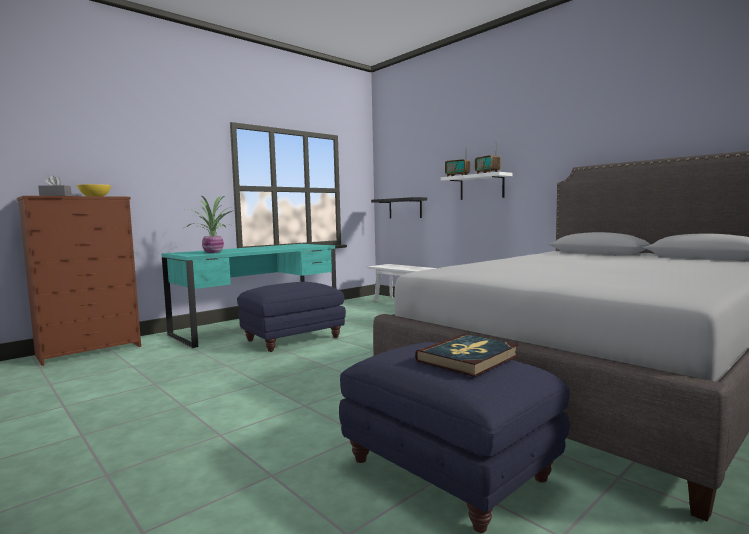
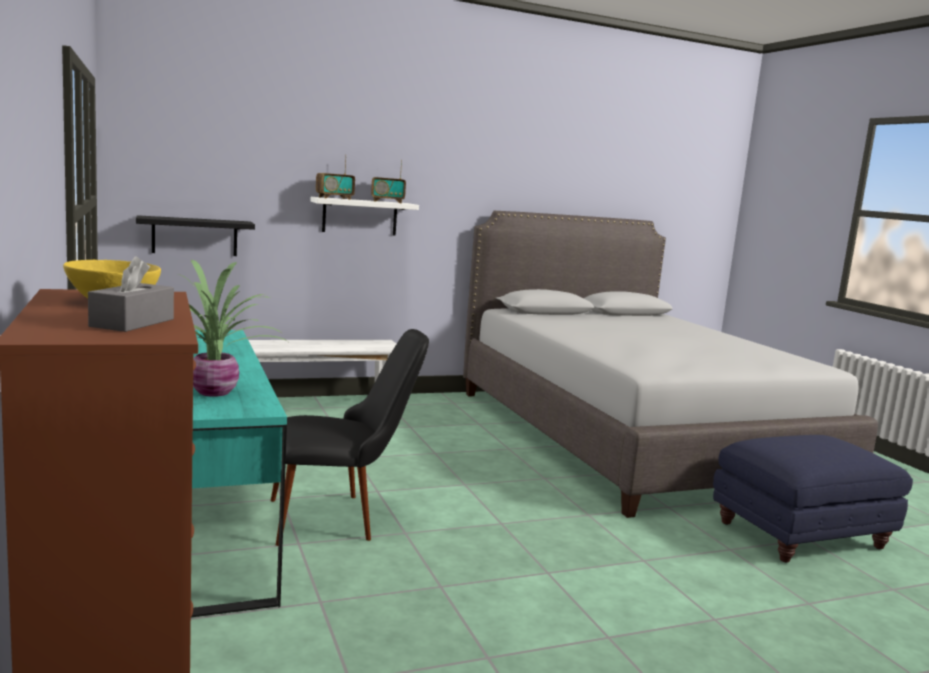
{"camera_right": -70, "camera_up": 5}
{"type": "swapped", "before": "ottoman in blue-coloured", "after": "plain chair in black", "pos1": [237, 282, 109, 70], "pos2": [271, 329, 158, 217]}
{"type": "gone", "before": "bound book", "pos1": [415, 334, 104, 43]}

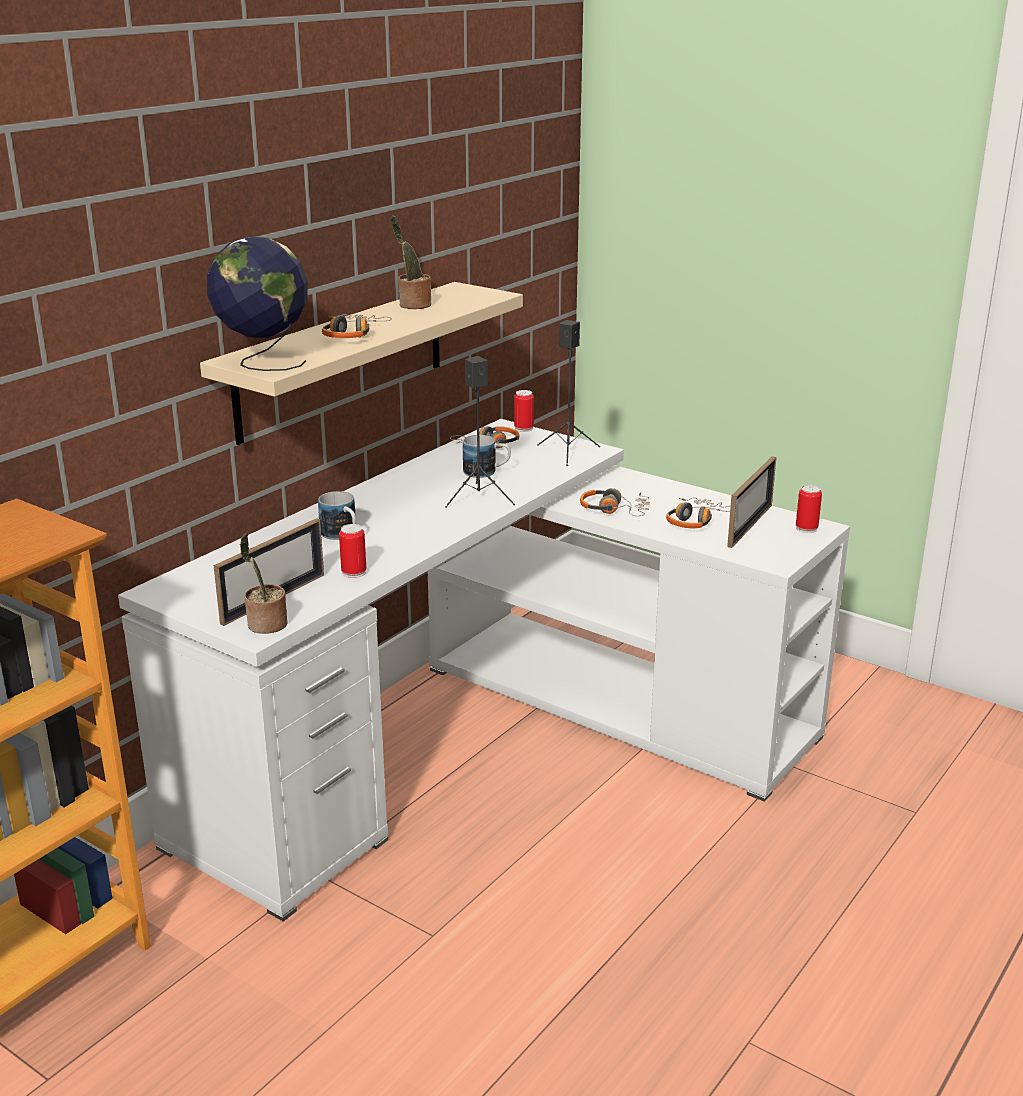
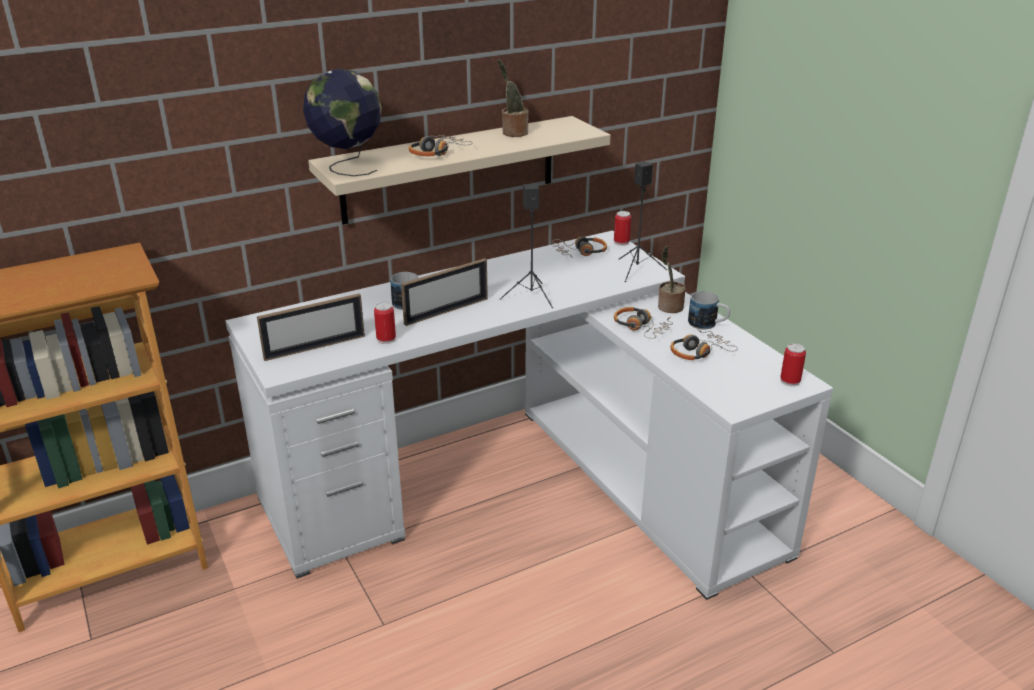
{"camera_right": 25, "camera_up": 5}
{"type": "shifted", "before": "coffee mug", "pos1": [463, 435, 48, 43], "pos2": [688, 291, 42, 38]}
{"type": "shifted", "before": "standing frame", "pos1": [727, 456, 49, 92], "pos2": [401, 258, 87, 68]}
{"type": "shifted", "before": "potted plant", "pos1": [240, 533, 47, 101], "pos2": [658, 246, 28, 67]}

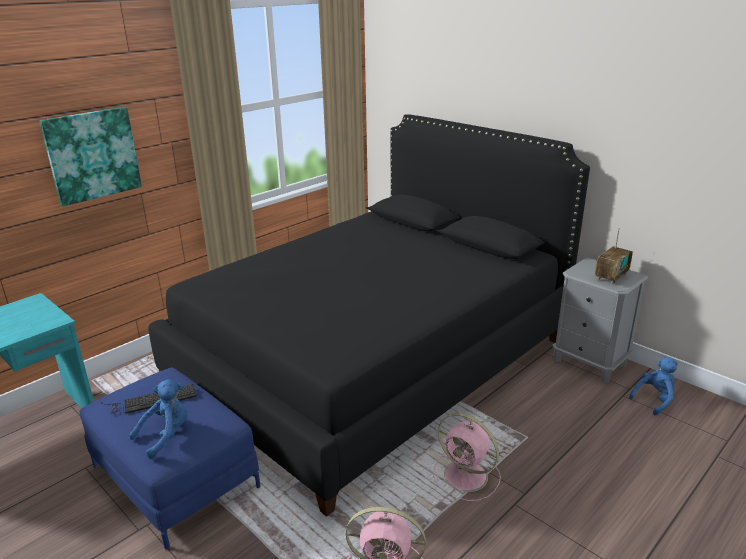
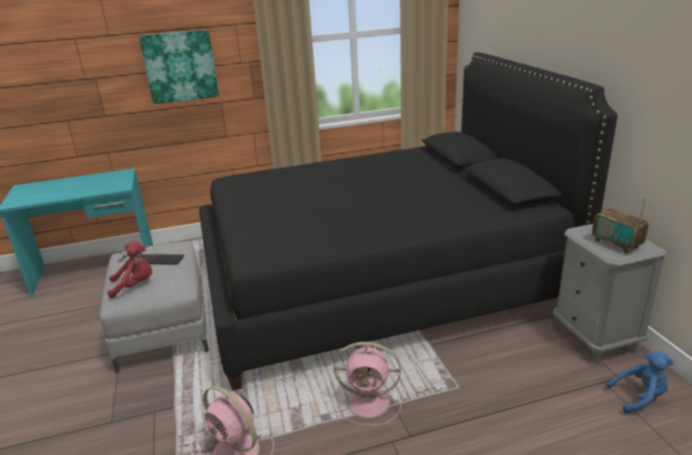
{"camera_right": 30, "camera_up": 0}
{"type": "rotated", "before": "radio receiver", "pos1": [595, 228, 38, 57], "pos2": [592, 197, 57, 57], "turn": 75}
{"type": "repainted", "before": "ottoman in blue-coloured", "after": "ottoman in grey", "pos1": [80, 368, 180, 182], "pos2": [100, 241, 109, 132]}
{"type": "repainted", "before": "cuddly toy in blue-coloured", "after": "cuddly toy in red-coloured", "pos1": [129, 379, 59, 80], "pos2": [107, 241, 45, 58]}
{"type": "rotated", "before": "cooling fan in pink", "pos1": [433, 413, 68, 88], "pos2": [334, 342, 68, 84], "turn": -60}

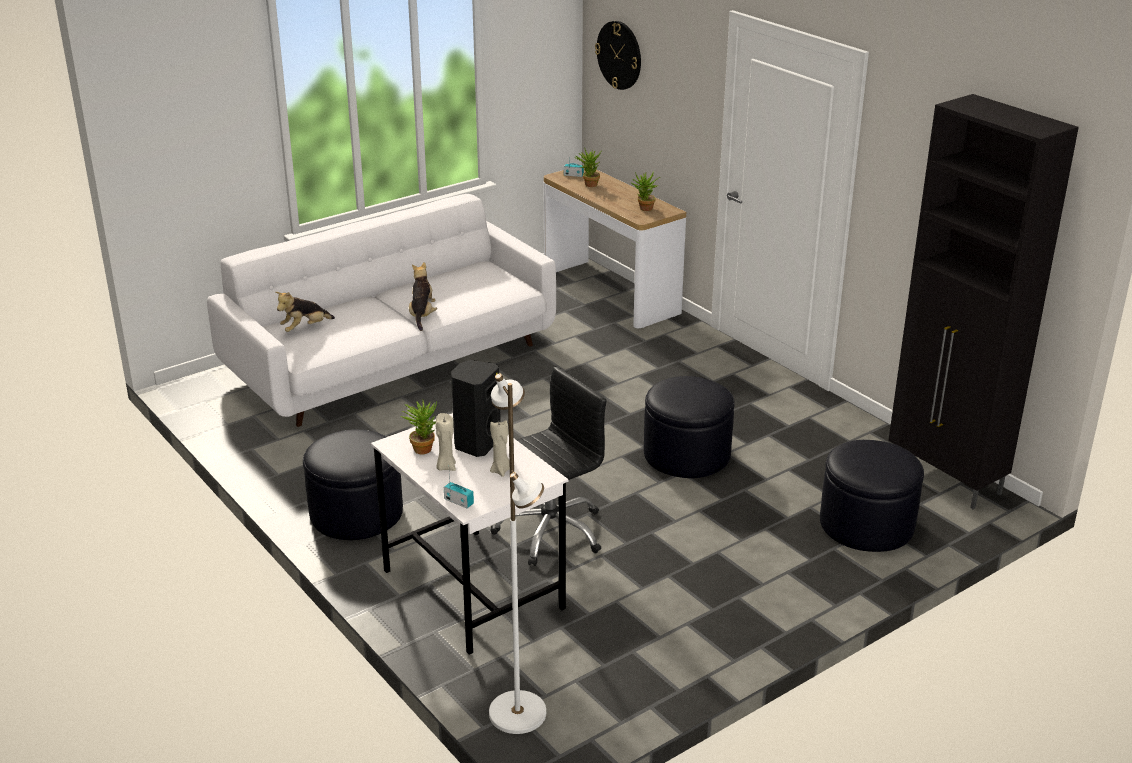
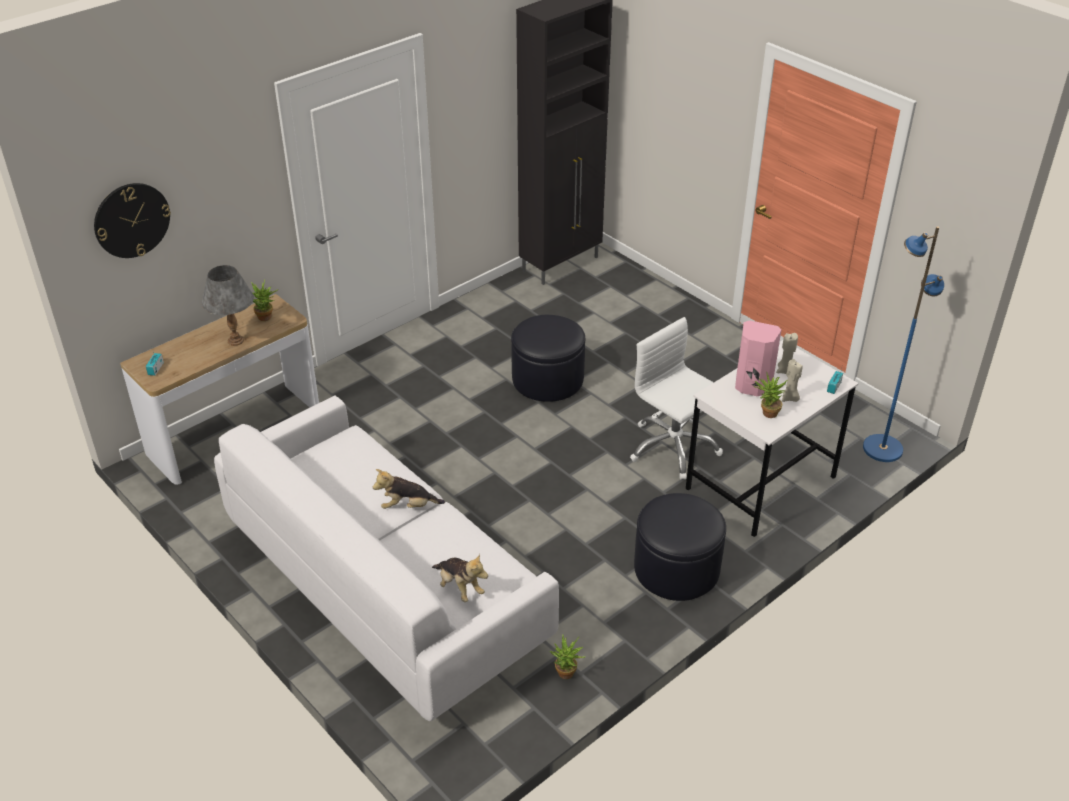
{"camera_right": -95, "camera_up": 10}
{"type": "shifted", "before": "potted plant", "pos1": [574, 147, 27, 40], "pos2": [550, 634, 35, 45]}
{"type": "repainted", "before": "speaker in black", "after": "speaker in pink", "pos1": [451, 360, 50, 97], "pos2": [735, 320, 46, 76]}
{"type": "repainted", "before": "computer chair in black", "after": "computer chair in white", "pos1": [491, 366, 116, 200], "pos2": [630, 317, 93, 163]}
{"type": "repainted", "before": "standard lamp in white", "after": "standard lamp in blue-coloured", "pos1": [489, 374, 57, 360], "pos2": [863, 227, 81, 235]}
{"type": "gone", "before": "ottoman in black", "pos1": [820, 440, 104, 112]}
{"type": "new", "after": "table lamp in grey", "pos2": [202, 265, 52, 81]}

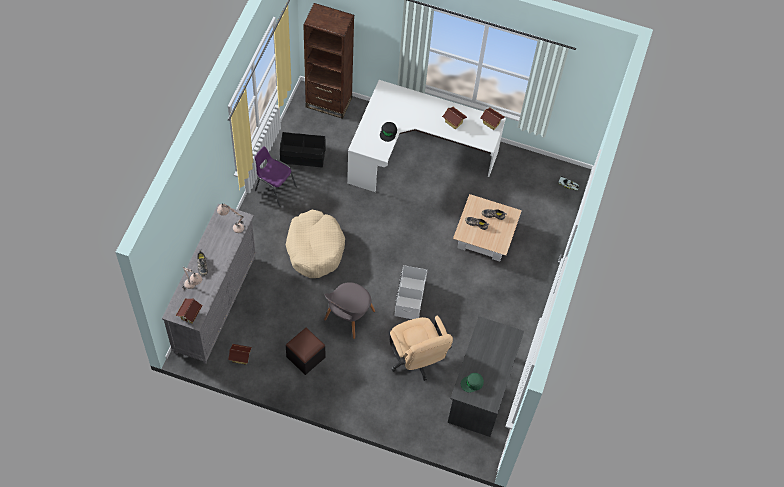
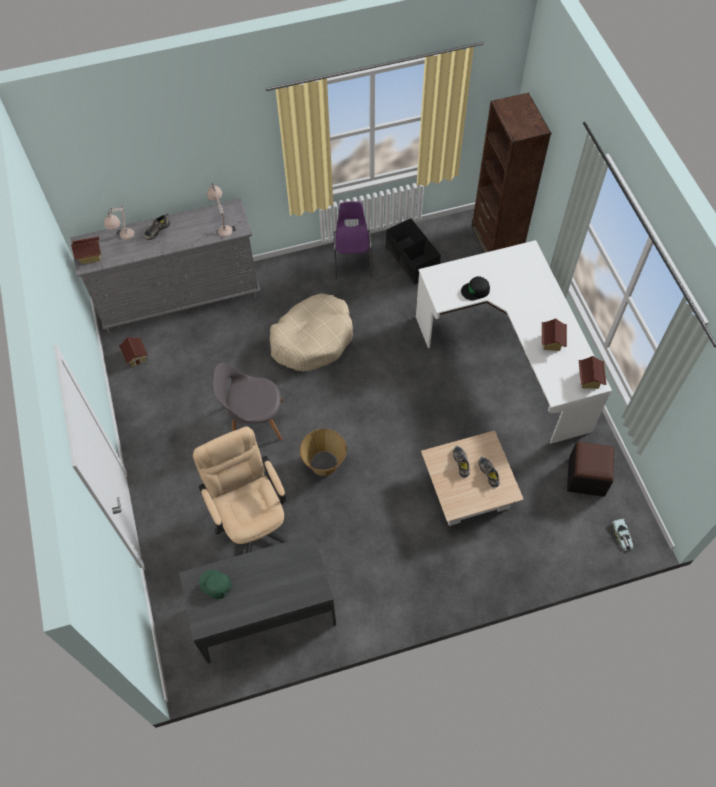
{"camera_right": 60, "camera_up": 0}
{"type": "swapped", "before": "storage container in white", "after": "basket", "pos1": [394, 265, 33, 54], "pos2": [300, 429, 47, 47]}
{"type": "rotated", "before": "computer chair in beige", "pos1": [389, 316, 64, 65], "pos2": [193, 426, 95, 128], "turn": 120}
{"type": "shifted", "before": "ottoman in black", "pos1": [286, 327, 39, 48], "pos2": [567, 442, 47, 55]}

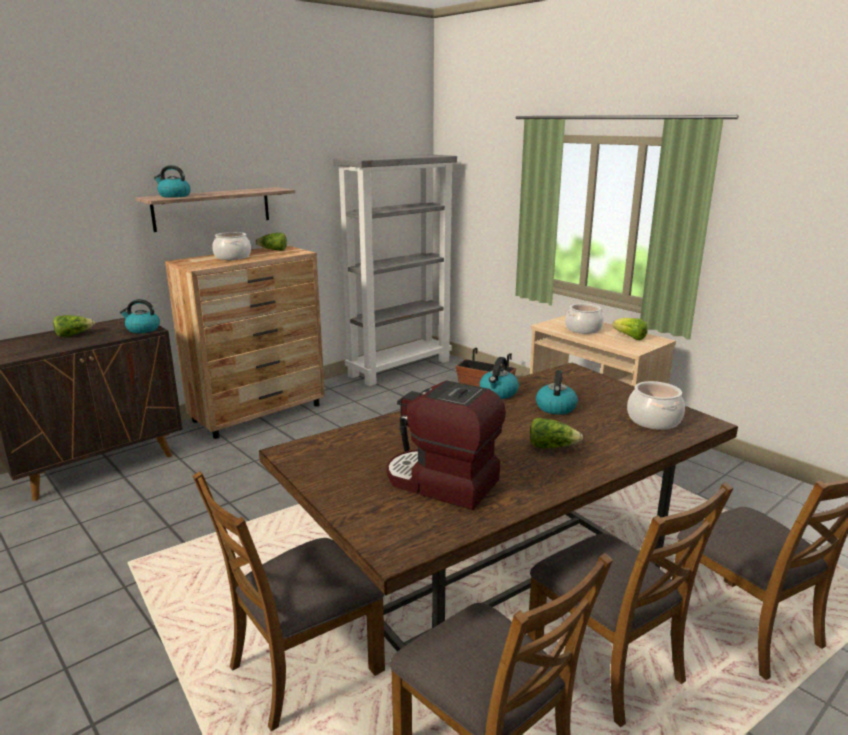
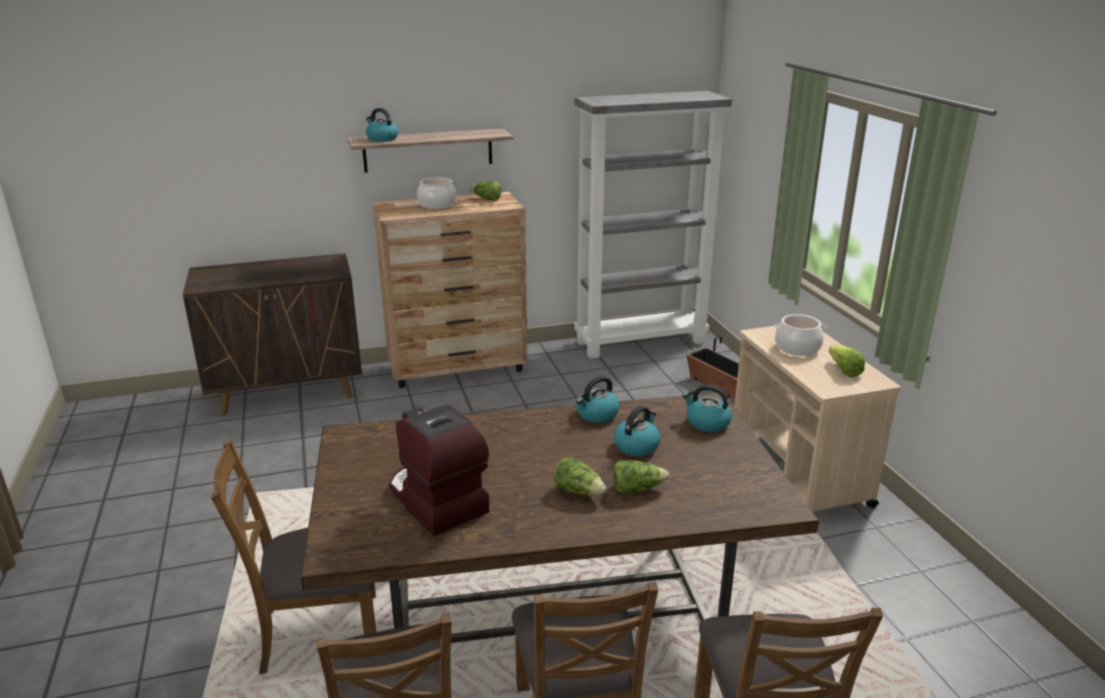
{"camera_right": 25, "camera_up": 5}
{"type": "shifted", "before": "water kettle", "pos1": [120, 299, 40, 34], "pos2": [683, 385, 49, 47]}
{"type": "shifted", "before": "head of lettuce", "pos1": [53, 315, 42, 22], "pos2": [613, 460, 56, 34]}
{"type": "gone", "before": "stockpot", "pos1": [627, 381, 58, 49]}

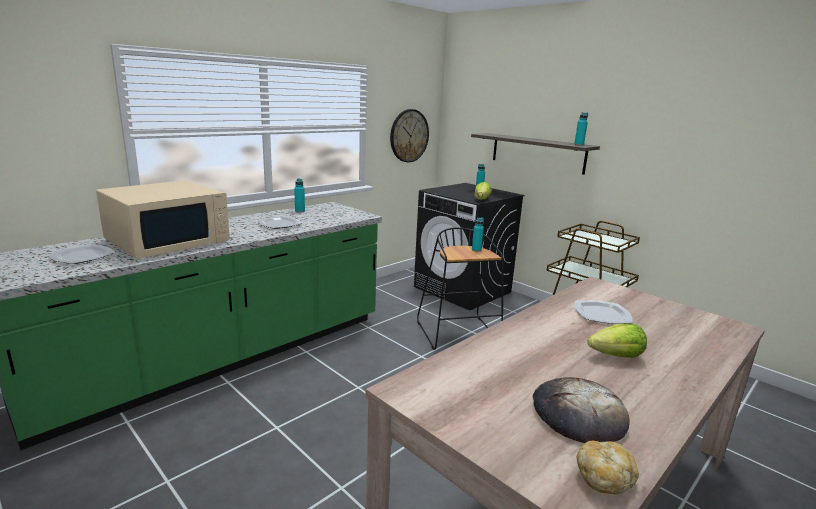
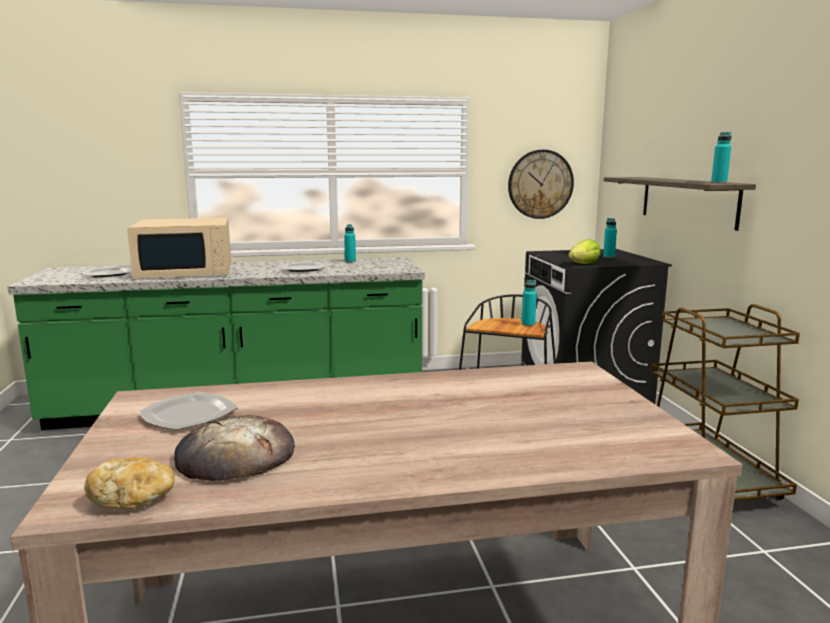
{"camera_right": 35, "camera_up": -5}
{"type": "shifted", "before": "flat dish", "pos1": [575, 300, 58, 24], "pos2": [138, 392, 100, 38]}
{"type": "gone", "before": "head of lettuce", "pos1": [587, 324, 60, 34]}

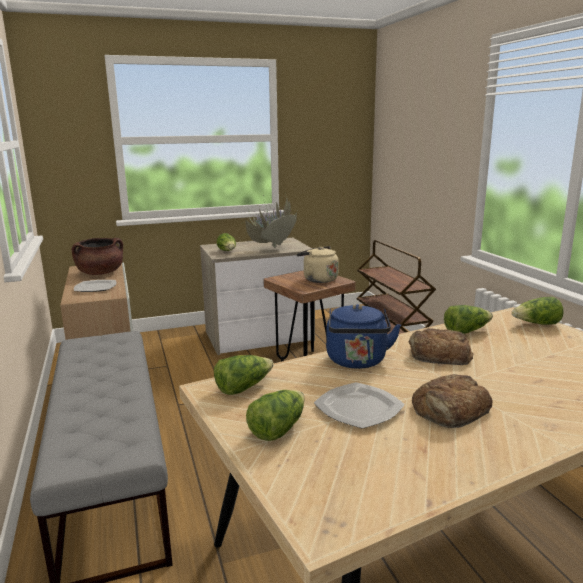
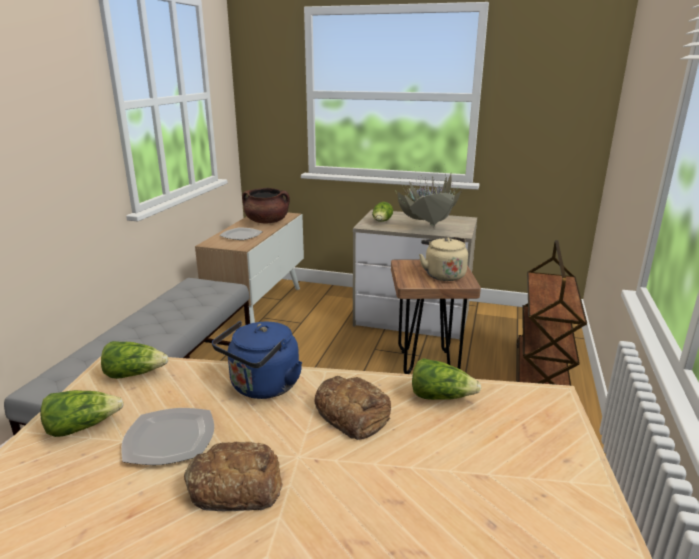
{"camera_right": 35, "camera_up": 5}
{"type": "gone", "before": "head of lettuce", "pos1": [512, 297, 52, 28]}

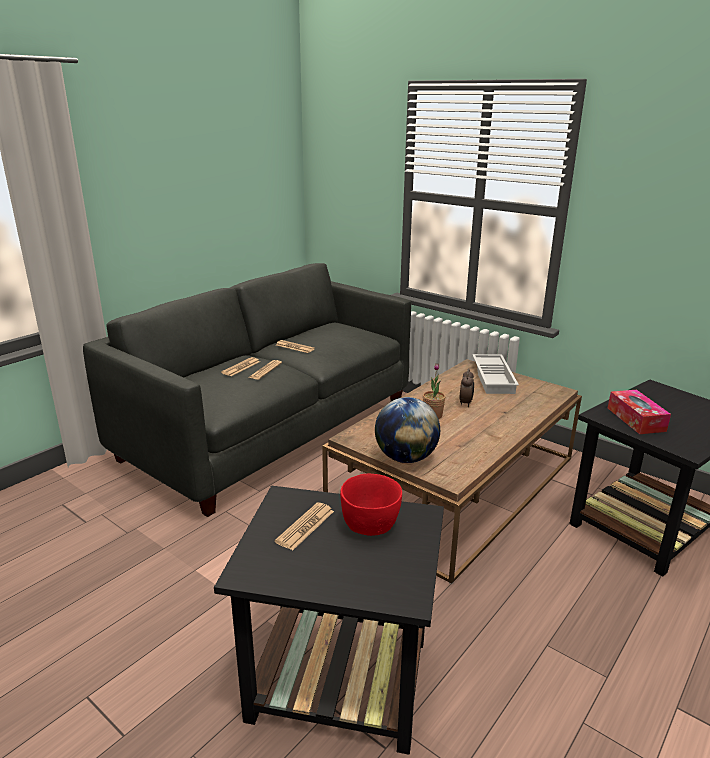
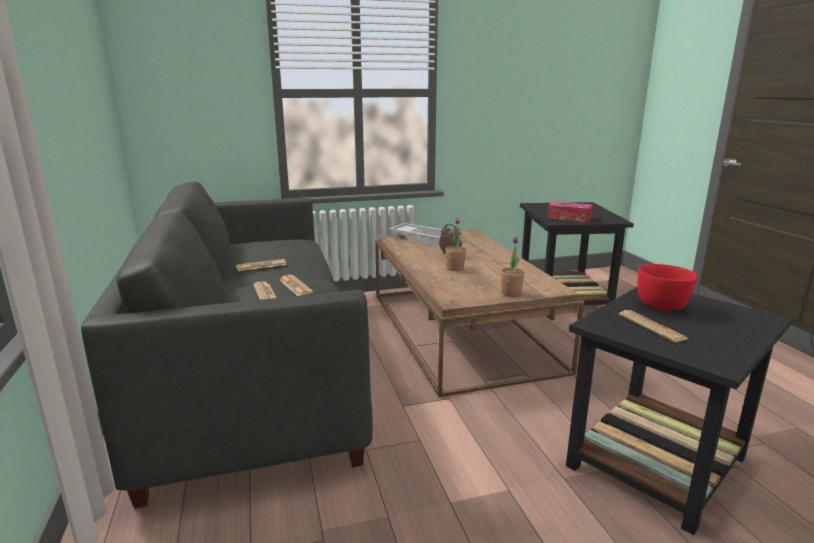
{"camera_right": -55, "camera_up": -5}
{"type": "swapped", "before": "desk globe", "after": "potted plant", "pos1": [375, 397, 65, 66], "pos2": [501, 237, 24, 60]}

